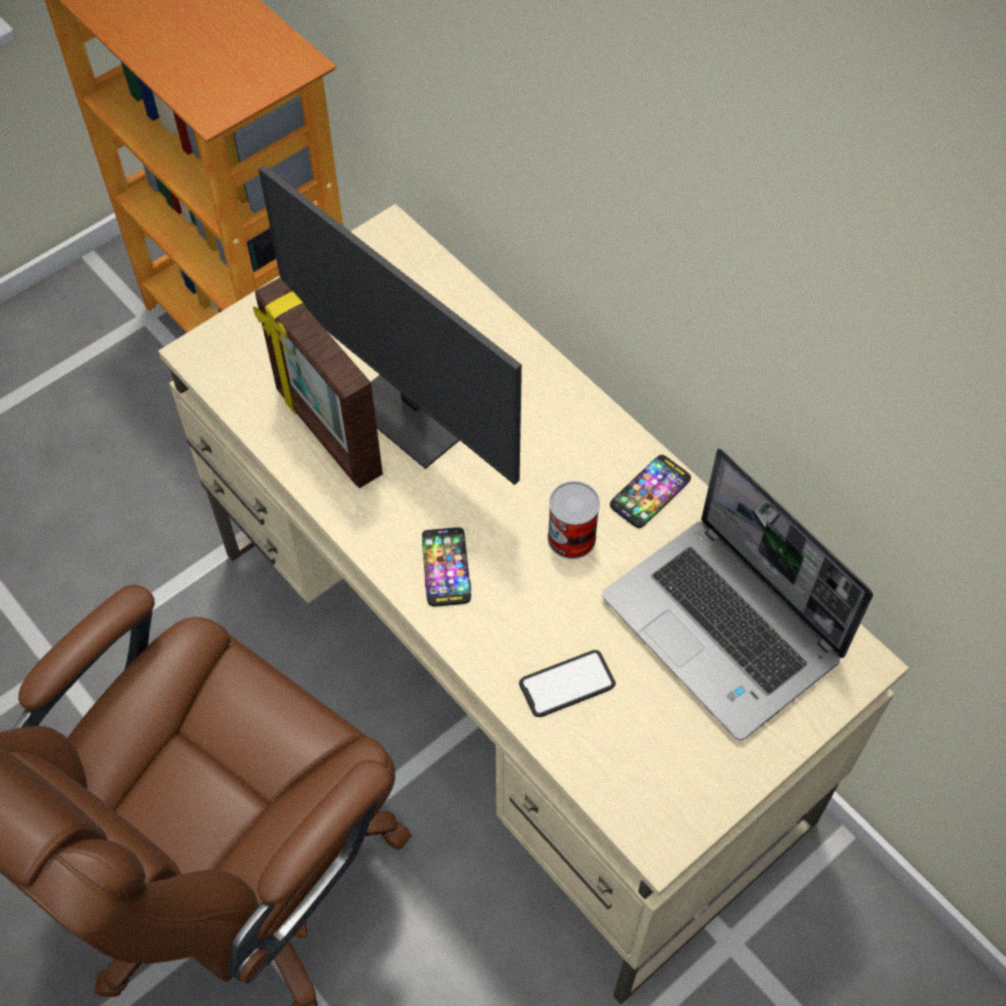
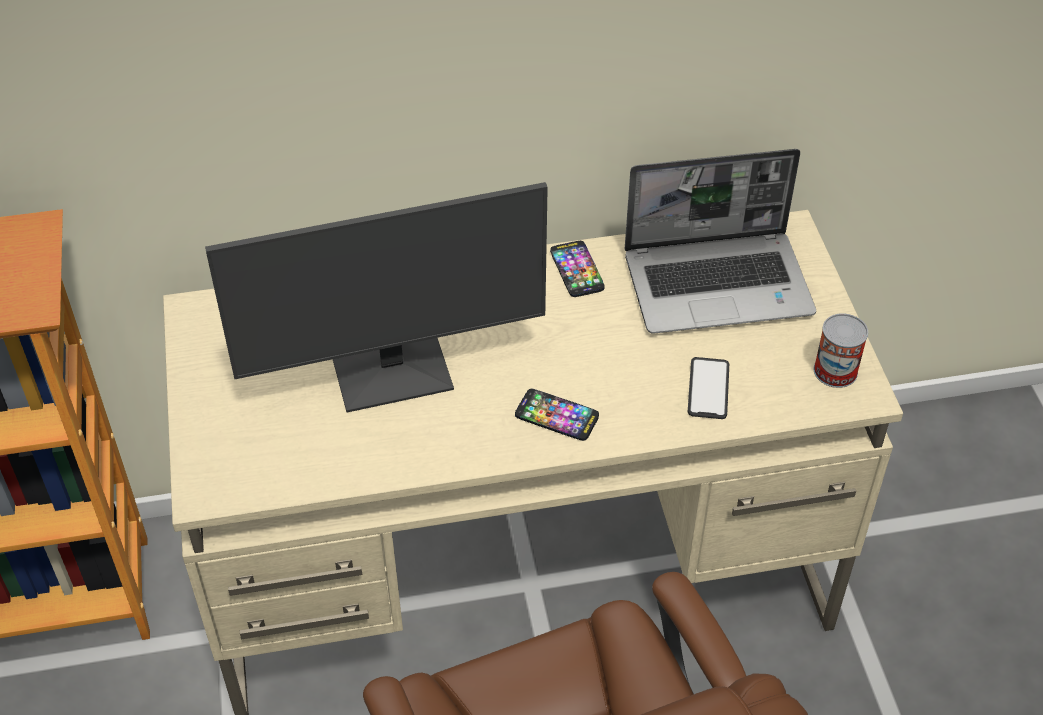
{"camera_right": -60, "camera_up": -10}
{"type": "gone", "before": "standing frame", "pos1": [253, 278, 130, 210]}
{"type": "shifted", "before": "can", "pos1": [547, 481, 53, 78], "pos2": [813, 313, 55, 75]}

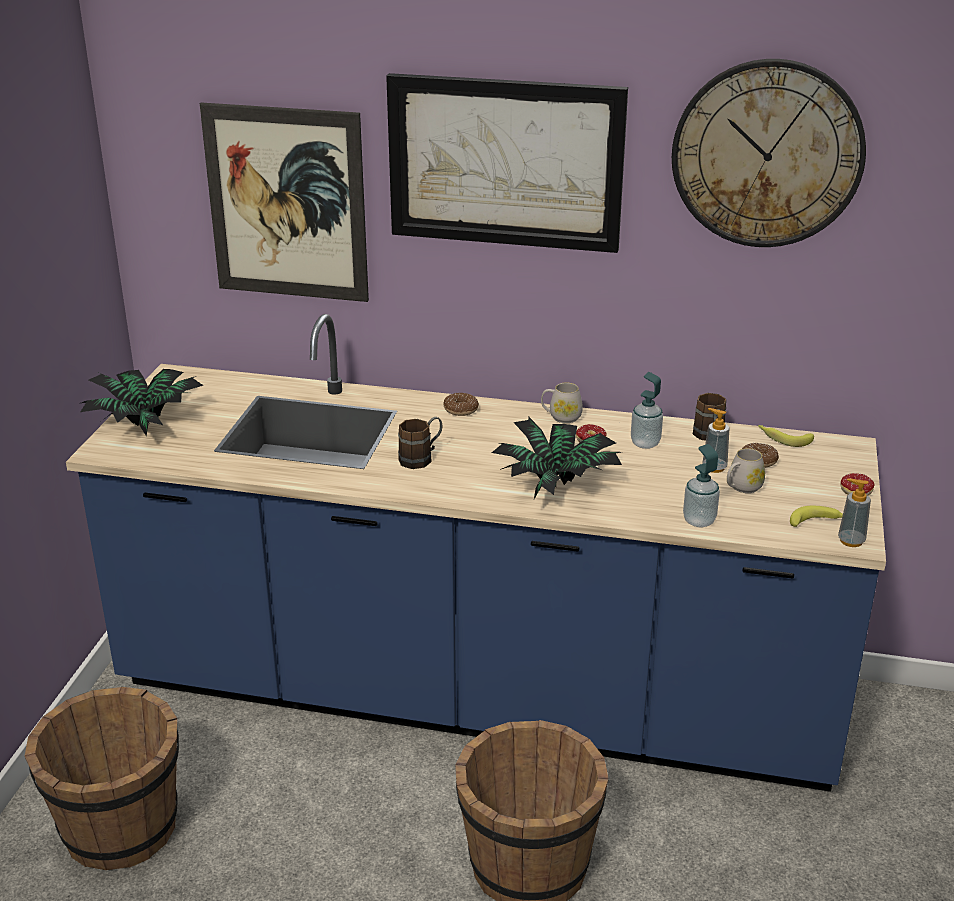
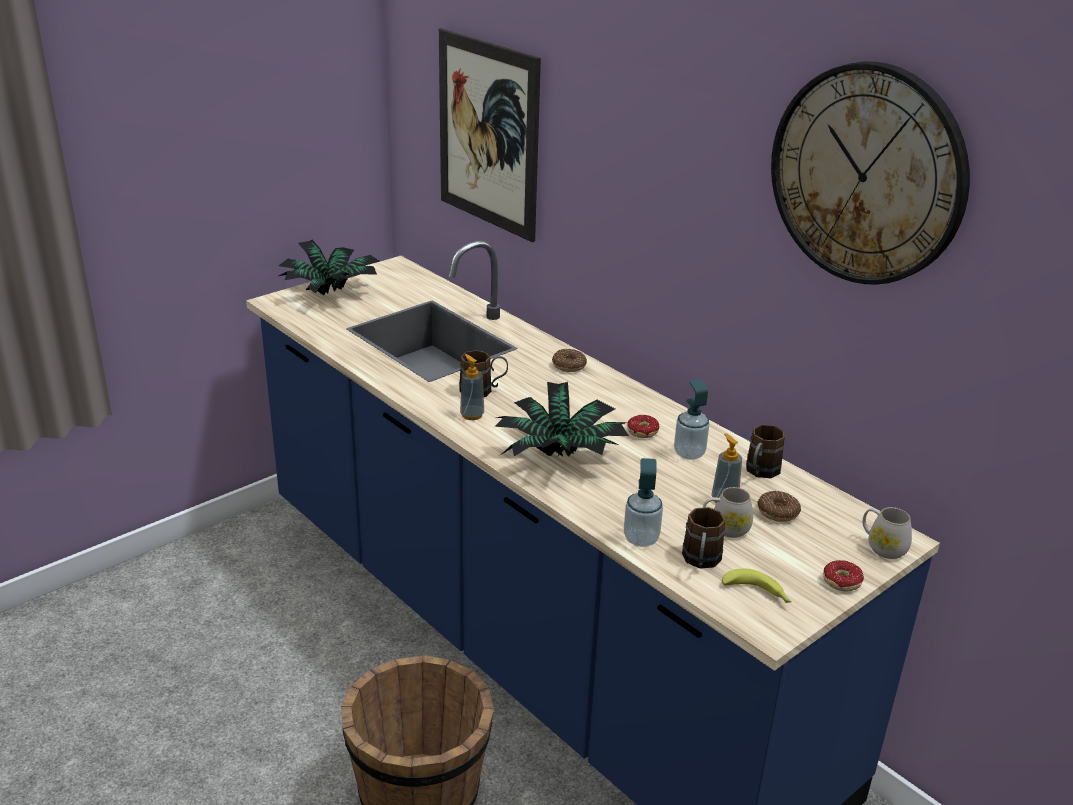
{"camera_right": 35, "camera_up": 0}
{"type": "gone", "before": "wall art", "pos1": [386, 73, 242, 180]}
{"type": "shifted", "before": "coffee mug in white", "pos1": [541, 383, 42, 40], "pos2": [863, 507, 49, 52]}
{"type": "gone", "before": "banana fruit", "pos1": [758, 425, 56, 22]}
{"type": "shifted", "before": "soap bottle", "pos1": [838, 478, 33, 69], "pos2": [460, 354, 24, 66]}
{"type": "gone", "before": "bucket in brown", "pos1": [25, 687, 154, 183]}
{"type": "new", "after": "coffee mug in brown", "pos2": [682, 507, 44, 62]}

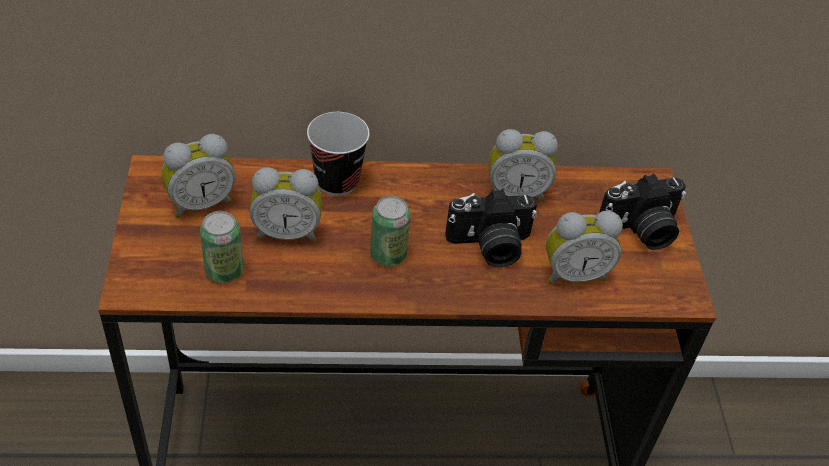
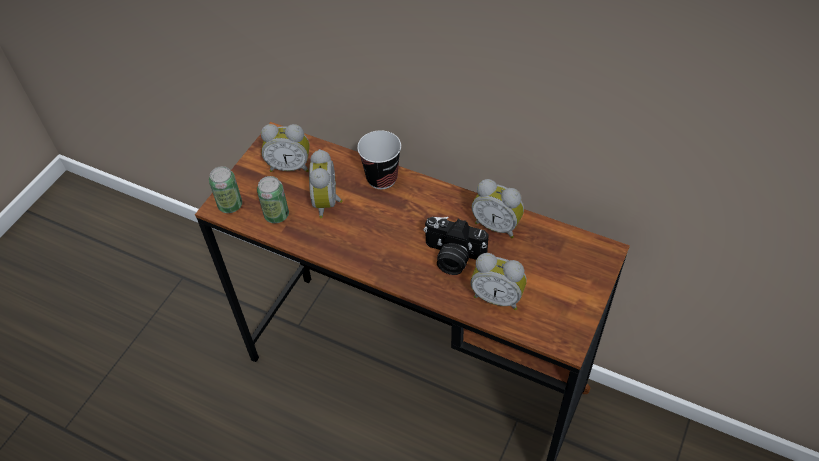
{"camera_right": 35, "camera_up": 5}
{"type": "rotated", "before": "table clock", "pos1": [249, 167, 73, 75], "pos2": [309, 149, 34, 69], "turn": 60}
{"type": "gone", "before": "photo camera", "pos1": [599, 174, 87, 76]}
{"type": "shifted", "before": "can", "pos1": [370, 196, 41, 70], "pos2": [209, 166, 33, 47]}

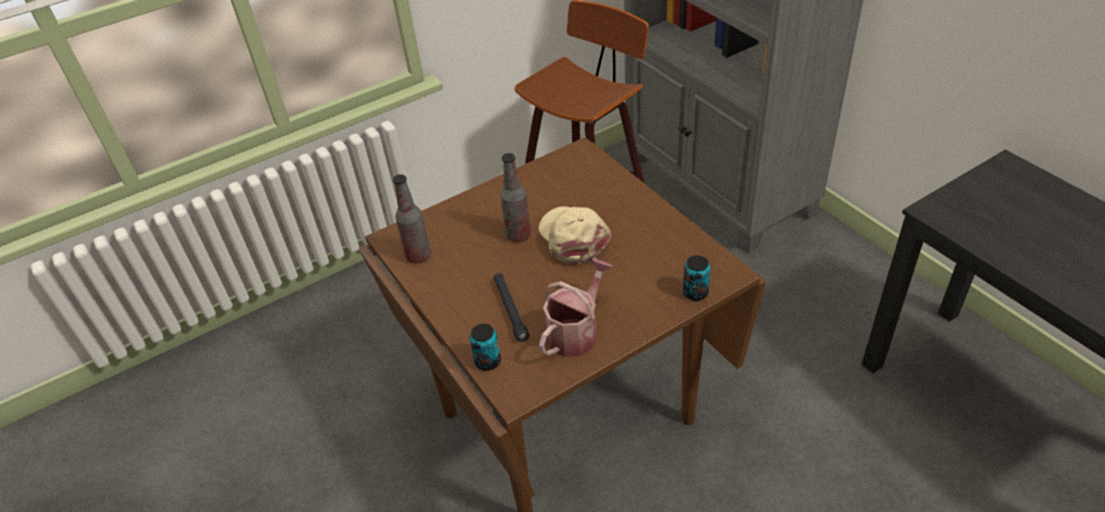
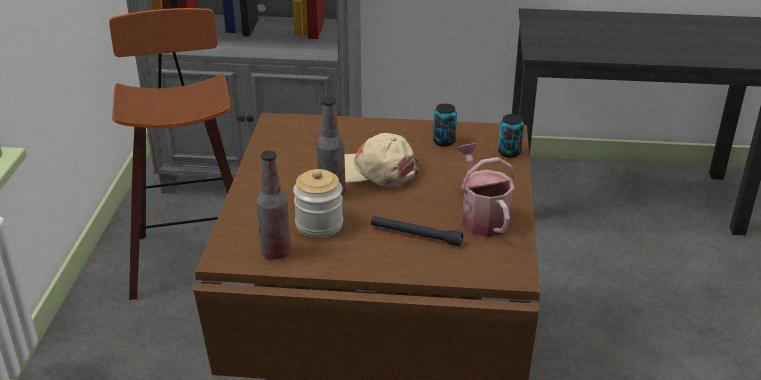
{"camera_right": -55, "camera_up": -10}
{"type": "shifted", "before": "can", "pos1": [470, 324, 31, 47], "pos2": [433, 103, 24, 44]}
{"type": "new", "after": "jar", "pos2": [293, 169, 50, 69]}

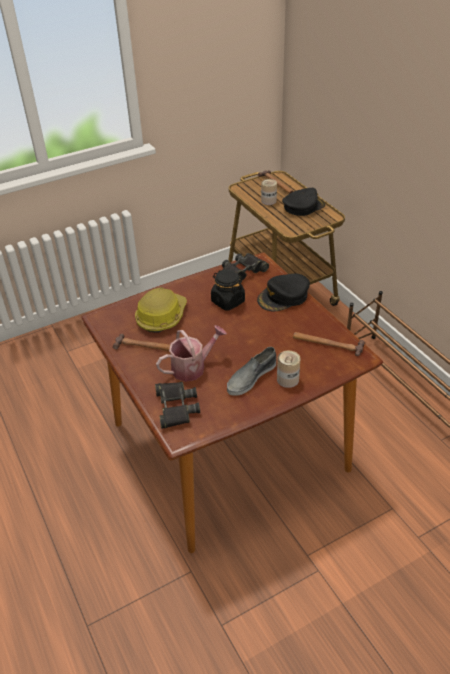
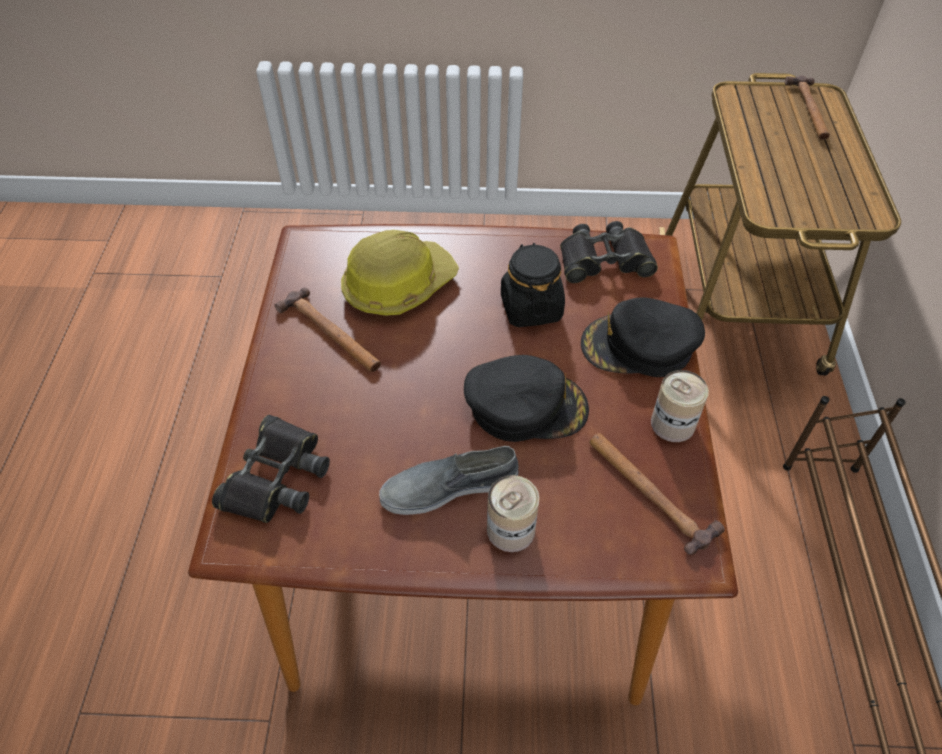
{"camera_right": 30, "camera_up": 10}
{"type": "shifted", "before": "can", "pos1": [261, 179, 16, 26], "pos2": [651, 370, 58, 72]}
{"type": "shifted", "before": "baseball cap in black", "pos1": [282, 188, 43, 28], "pos2": [464, 355, 125, 87]}
{"type": "gone", "before": "watering can", "pos1": [156, 325, 71, 57]}

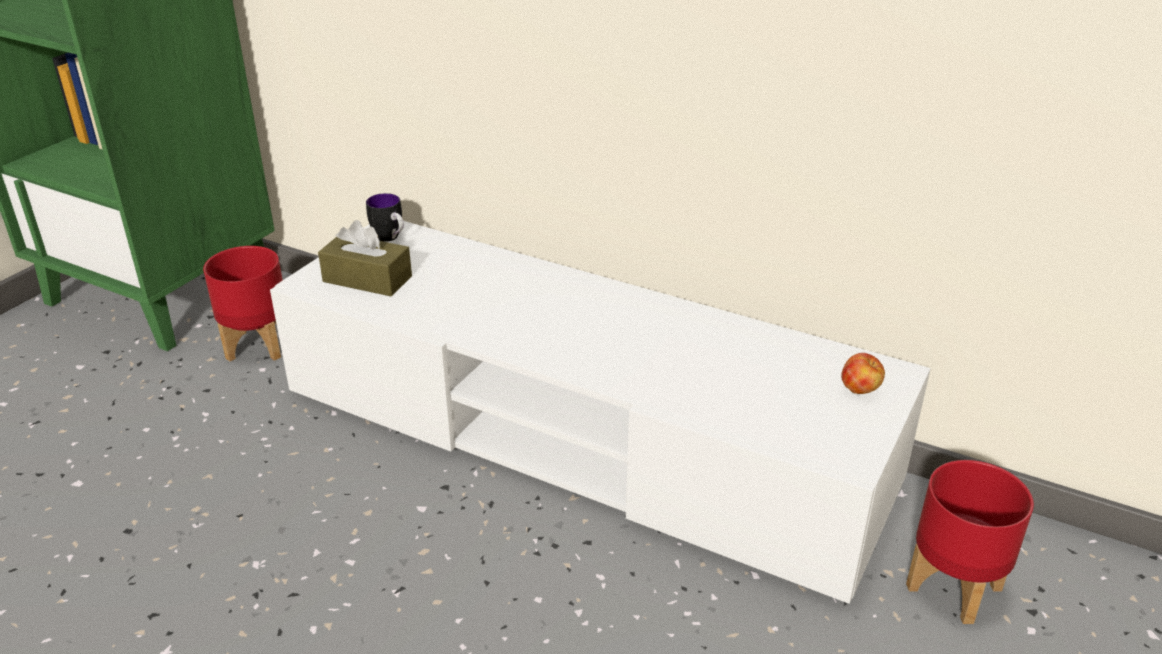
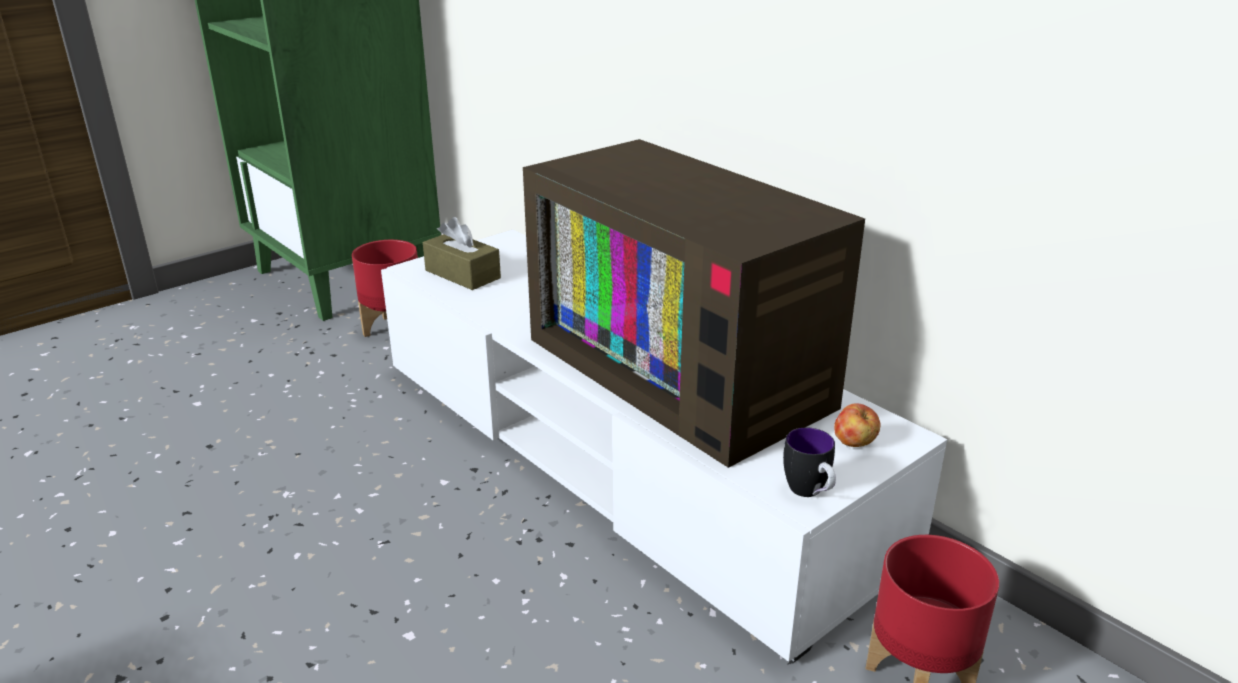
{"camera_right": 20, "camera_up": -5}
{"type": "shifted", "before": "coffee mug", "pos1": [366, 193, 38, 49], "pos2": [783, 427, 53, 70]}
{"type": "new", "after": "TV", "pos2": [523, 139, 342, 329]}

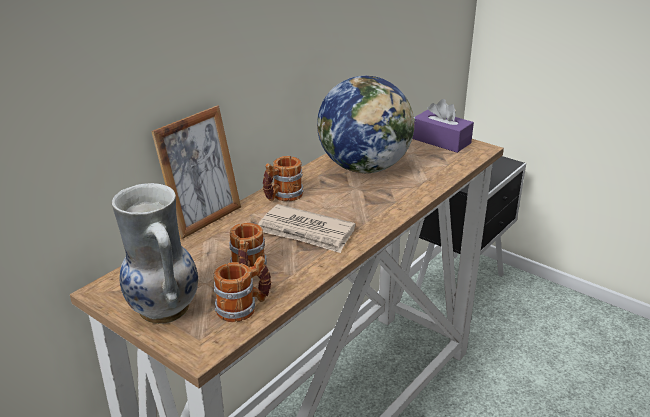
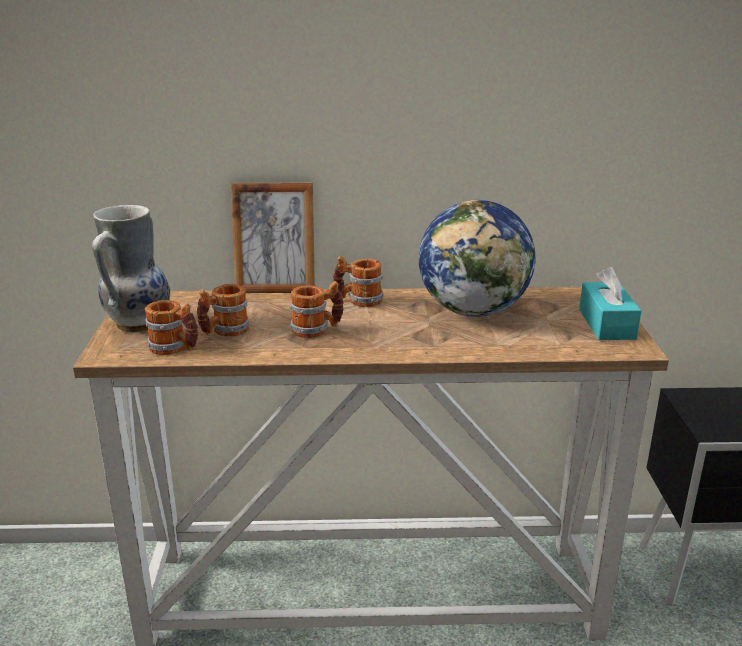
{"camera_right": 50, "camera_up": -5}
{"type": "repainted", "before": "box of tissues in purplish", "after": "box of tissues in blue-green", "pos1": [412, 99, 62, 54], "pos2": [579, 267, 63, 73]}
{"type": "swapped", "before": "printed paper", "after": "coffee mug", "pos1": [258, 204, 97, 49], "pos2": [290, 281, 54, 57]}

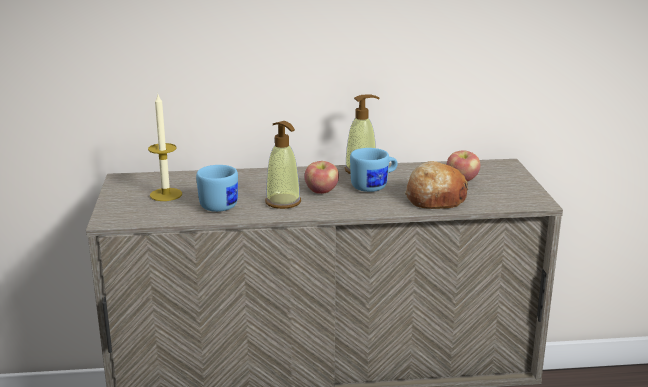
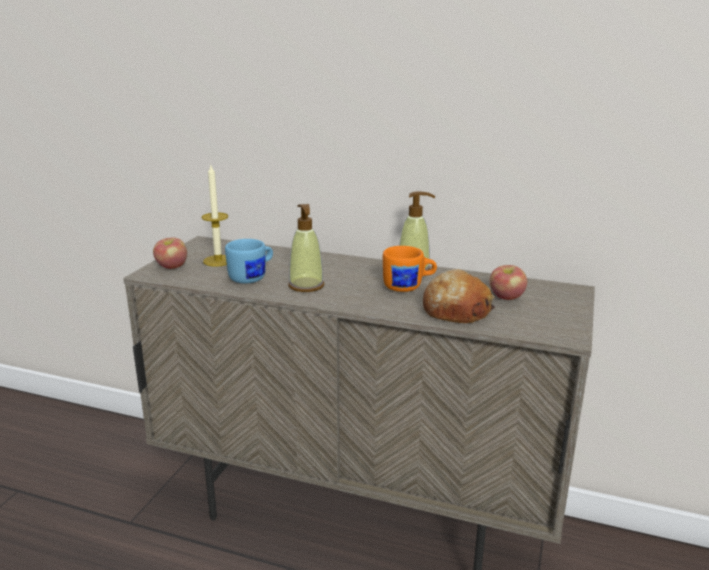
{"camera_right": 25, "camera_up": 0}
{"type": "repainted", "before": "coffee mug in blue-coloured", "after": "coffee mug in orange", "pos1": [350, 148, 48, 44], "pos2": [383, 246, 54, 46]}
{"type": "shifted", "before": "apple fruit", "pos1": [304, 161, 35, 33], "pos2": [153, 237, 34, 32]}

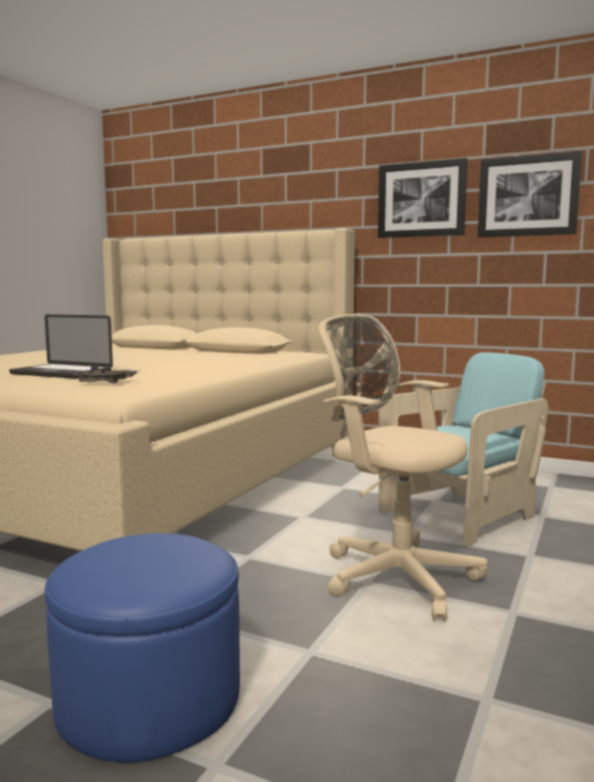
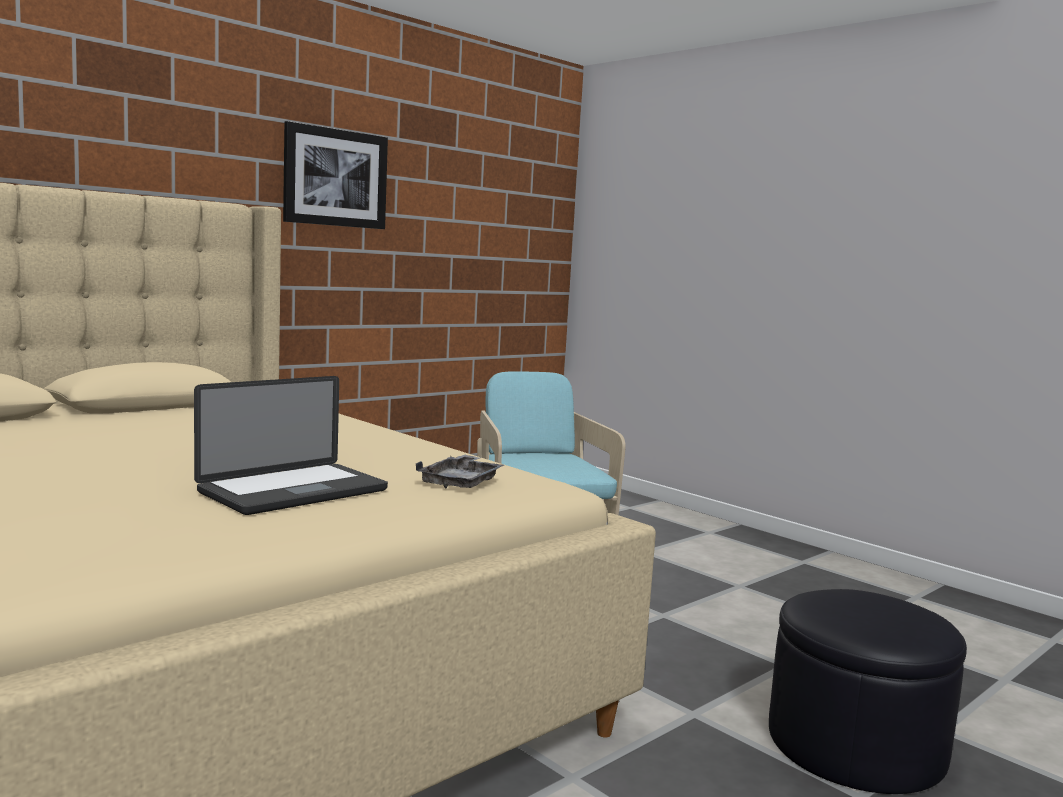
{"camera_right": -70, "camera_up": 0}
{"type": "gone", "before": "wall art", "pos1": [478, 151, 104, 87]}
{"type": "gone", "before": "computer chair in beige", "pos1": [319, 314, 169, 307]}
{"type": "repainted", "before": "ottoman in blue-coloured", "after": "ottoman in black", "pos1": [45, 533, 195, 229], "pos2": [769, 589, 198, 205]}

